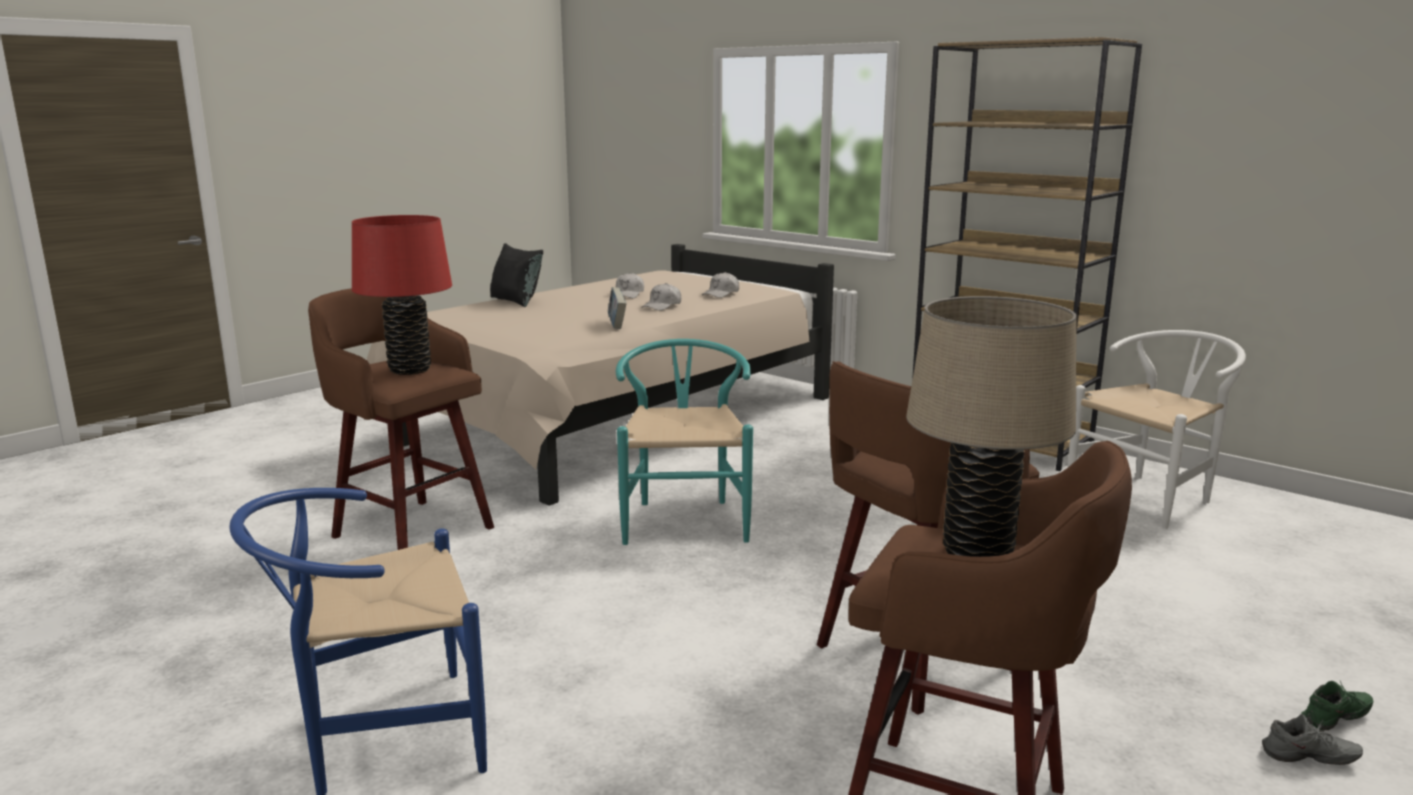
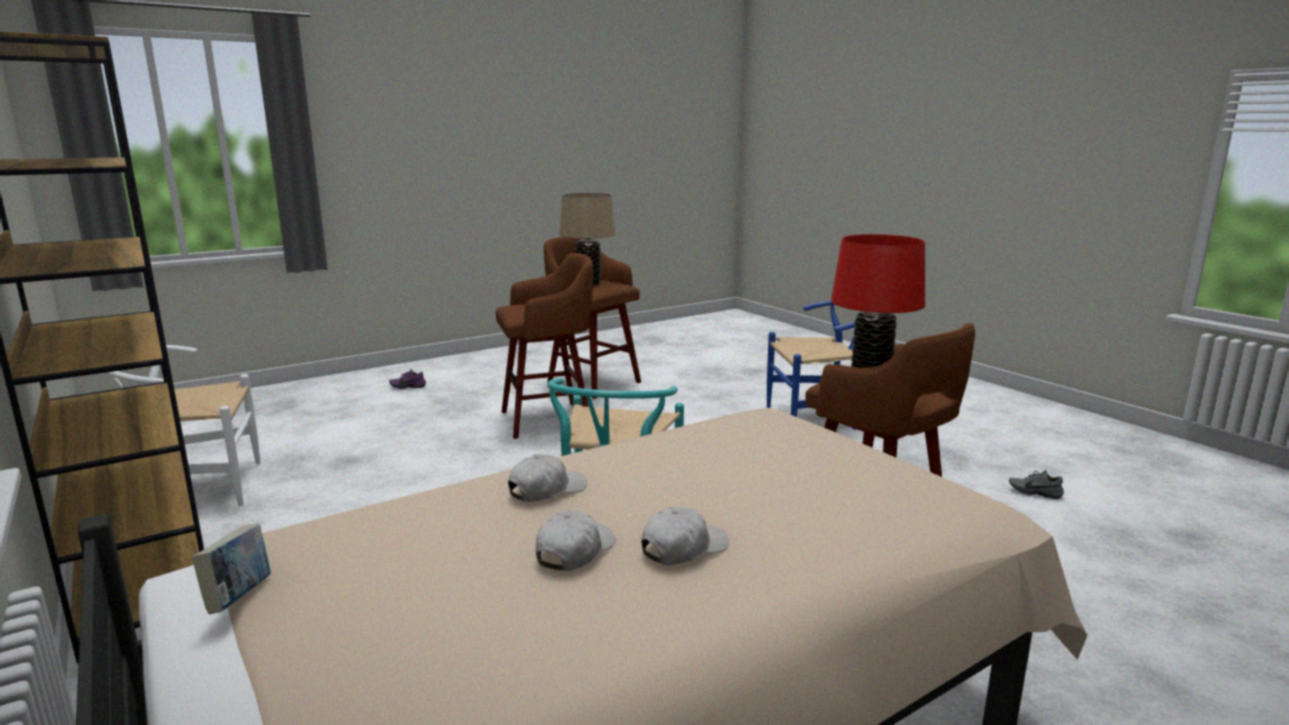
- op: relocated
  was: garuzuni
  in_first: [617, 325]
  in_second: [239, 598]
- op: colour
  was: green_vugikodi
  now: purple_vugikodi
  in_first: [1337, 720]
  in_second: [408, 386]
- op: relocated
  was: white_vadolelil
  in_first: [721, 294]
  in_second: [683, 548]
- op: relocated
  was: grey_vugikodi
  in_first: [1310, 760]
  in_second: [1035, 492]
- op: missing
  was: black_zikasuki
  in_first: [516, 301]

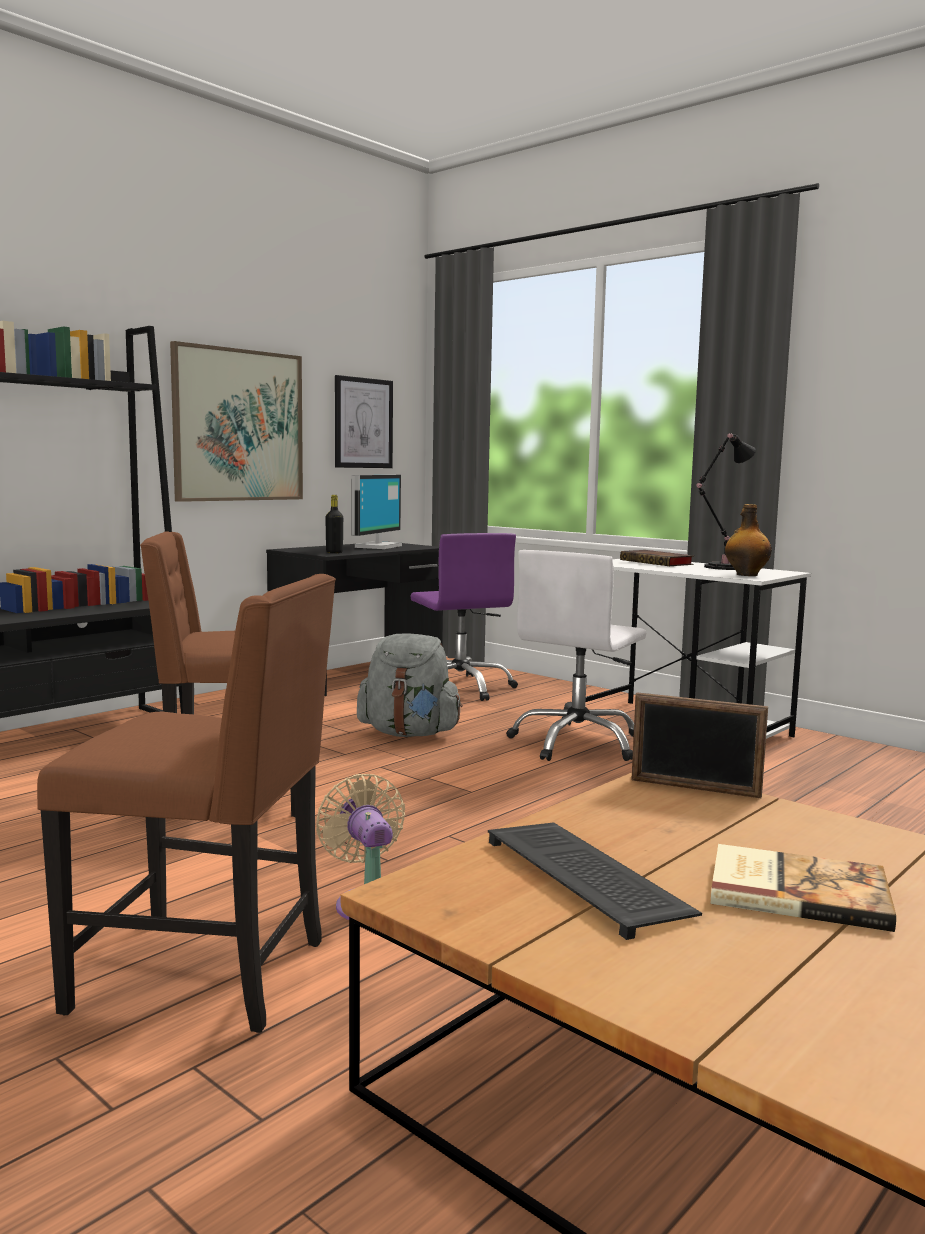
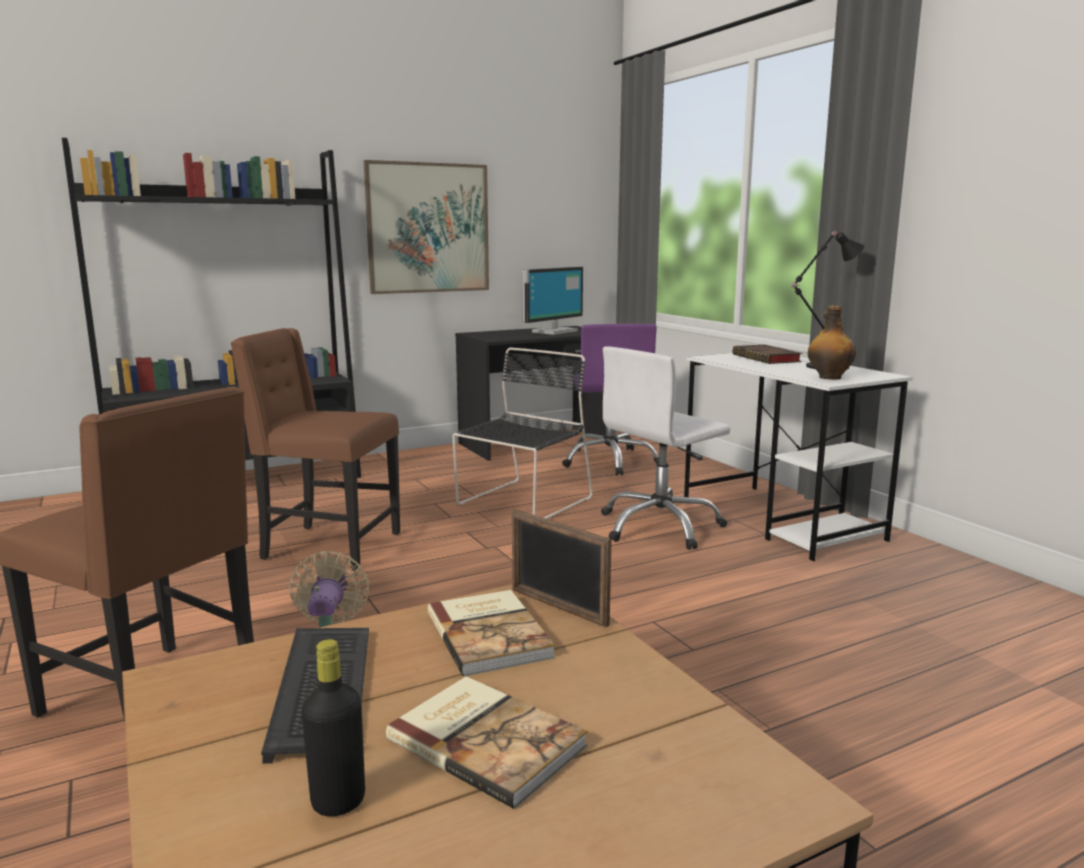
- op: relocated
  was: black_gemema
  in_first: [334, 552]
  in_second: [338, 801]
- op: appeared
  now: garuzuni
  in_second: [491, 634]
- op: exchanged
  was: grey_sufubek
  now: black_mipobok
  in_first: [409, 733]
  in_second: [522, 502]
- op: missing
  was: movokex
  in_first: [363, 423]

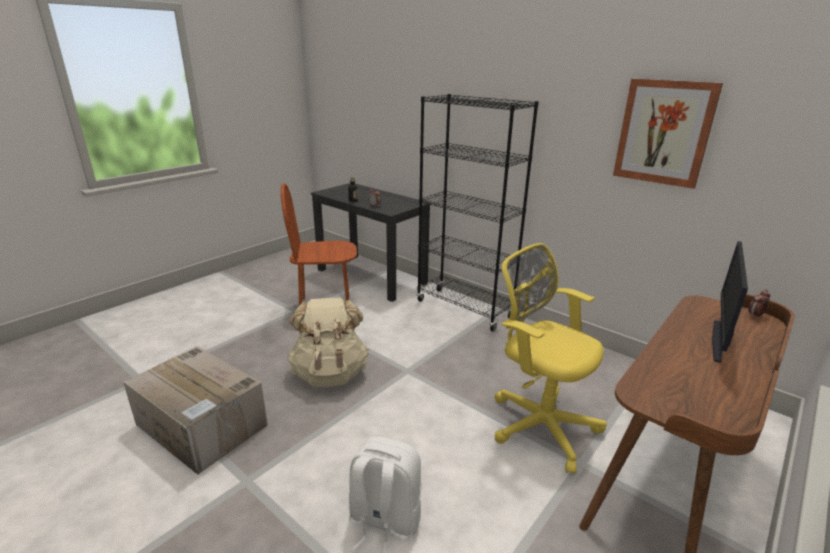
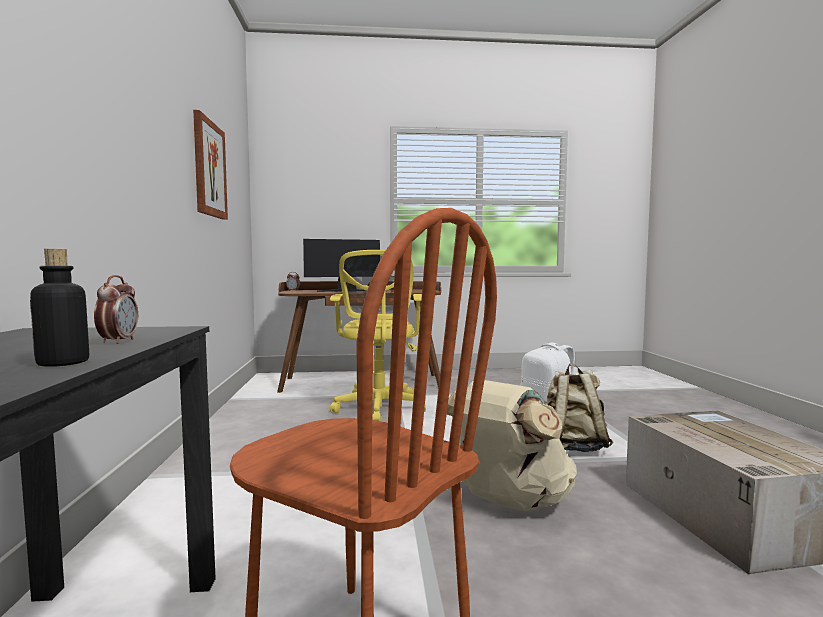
- op: appeared
  now: beige_sufubek
  in_second: [572, 447]
- op: missing
  was: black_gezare
  in_first: [464, 309]

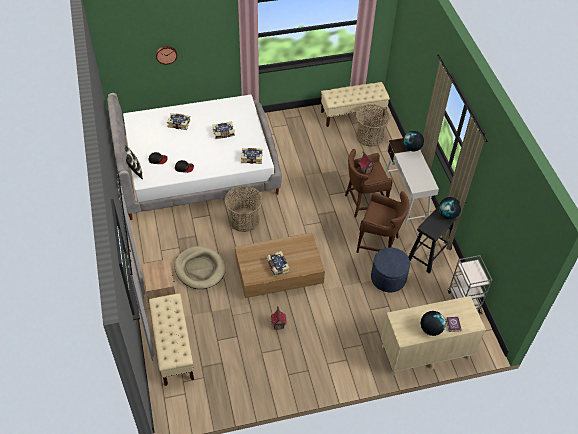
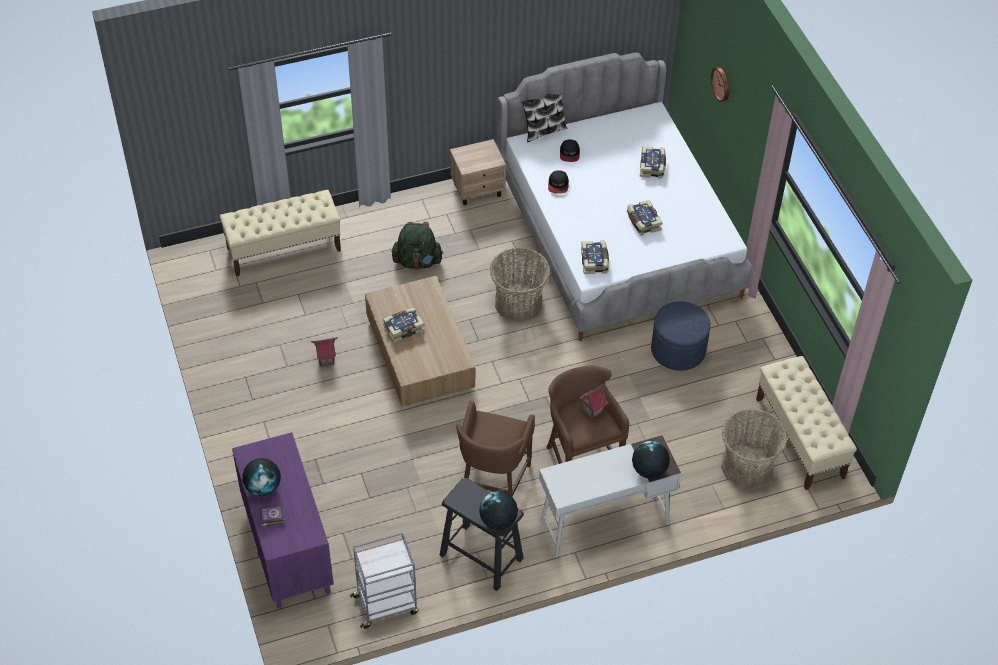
- op: colour
  was: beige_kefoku
  now: purple_kefoku
  in_first: [425, 352]
  in_second: [287, 546]
- op: exchanged
  was: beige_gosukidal
  now: green_sufubek
  in_first: [200, 269]
  in_second: [417, 261]
- op: relocated
  was: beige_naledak
  in_first: [162, 293]
  in_second: [478, 190]
- op: relocated
  was: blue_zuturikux
  in_first: [388, 278]
  in_second: [678, 350]

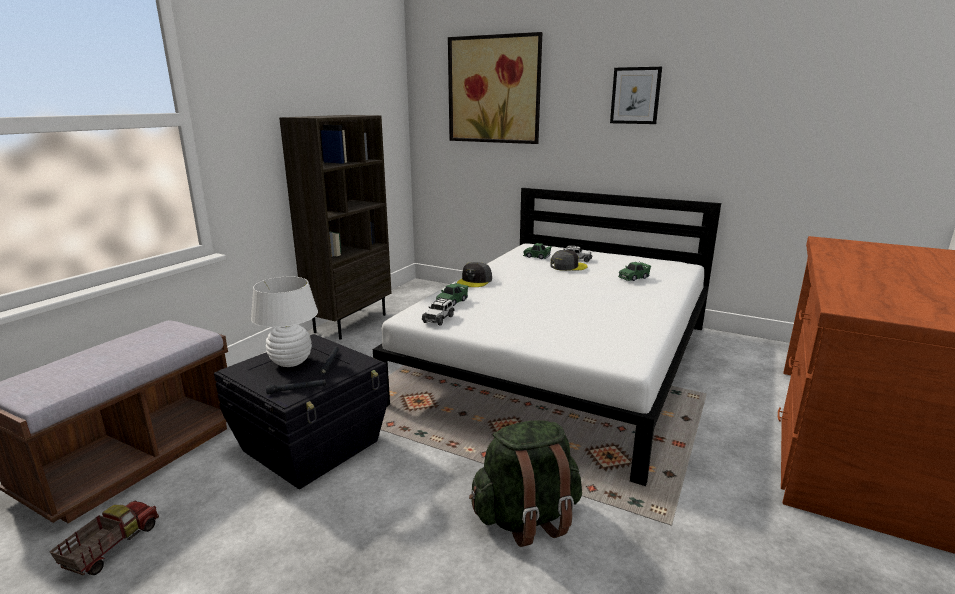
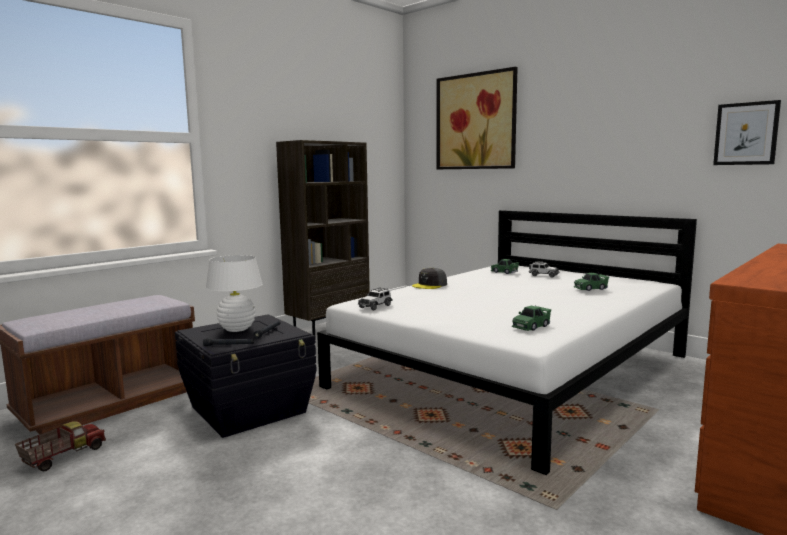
- op: relocated
  was: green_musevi
  in_first: [452, 301]
  in_second: [531, 326]
- op: relocated
  was: movokex
  in_first: [635, 95]
  in_second: [746, 134]
- op: missing
  was: green_sufubek
  in_first: [526, 518]
- op: missing
  was: grey_vadolelil
  in_first: [568, 266]

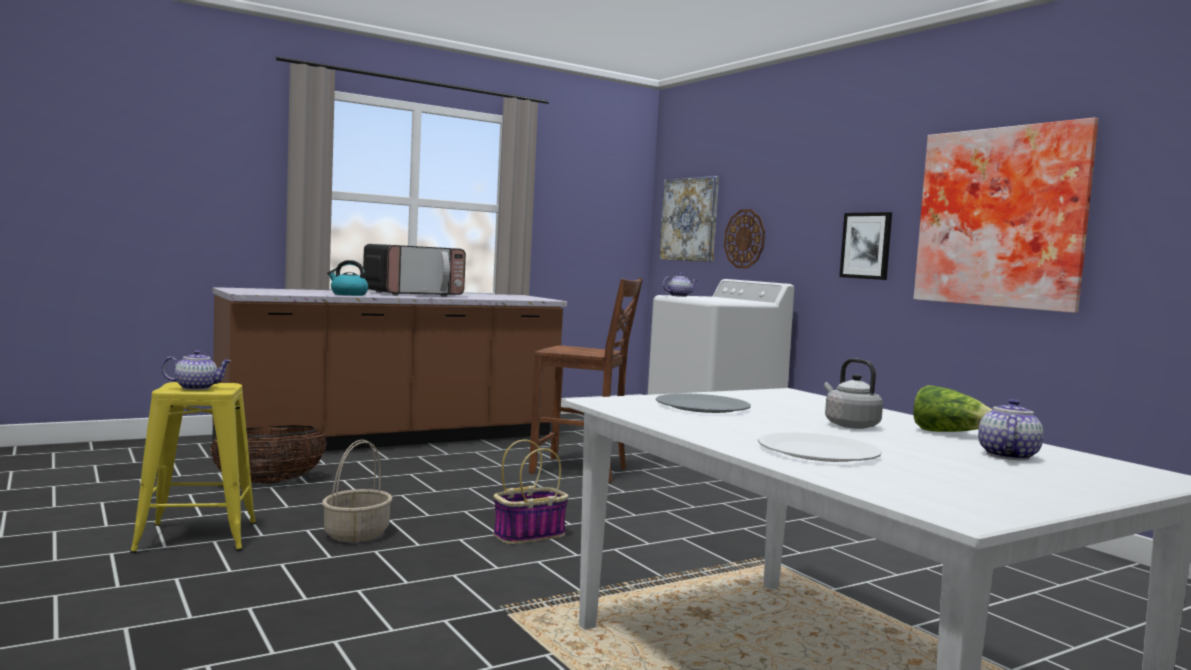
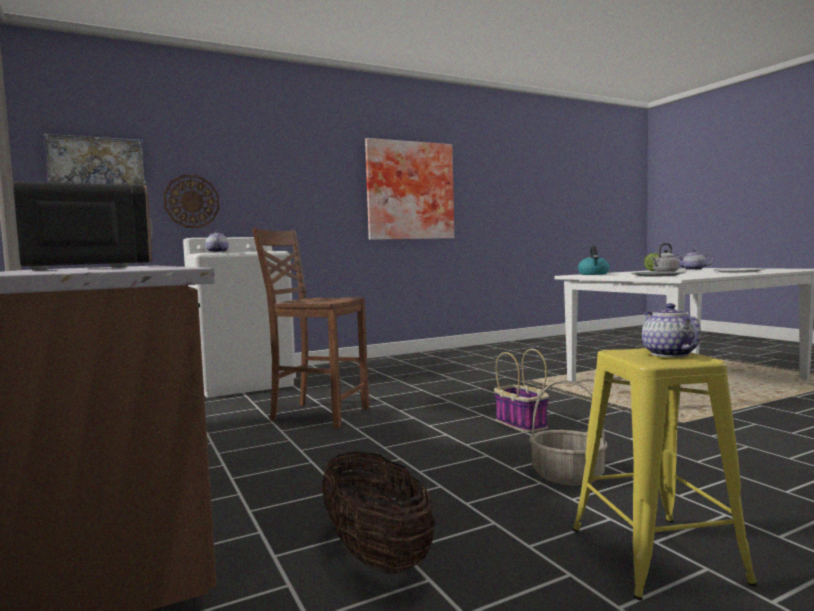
- op: spun
  was: brown_mipobok
  in_first: [581, 471]
  in_second: [318, 414]
  clockwise: -90
- op: relocated
  was: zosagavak
  in_first: [348, 294]
  in_second: [593, 274]
- op: missing
  was: movokex
  in_first: [866, 245]

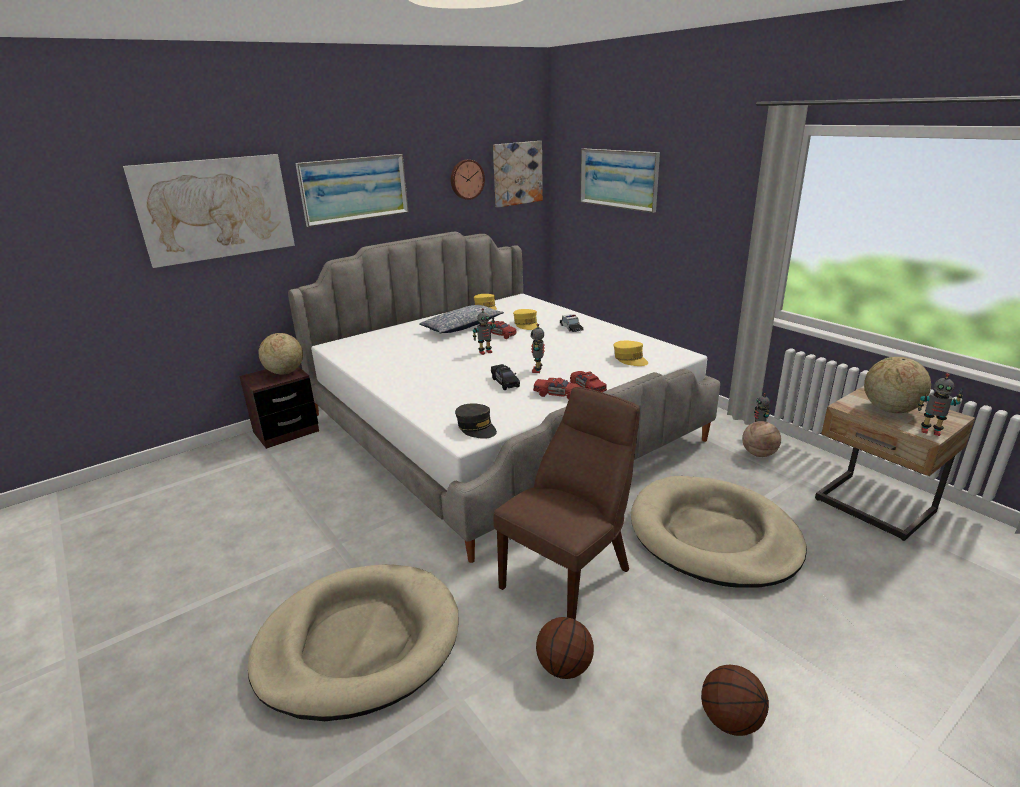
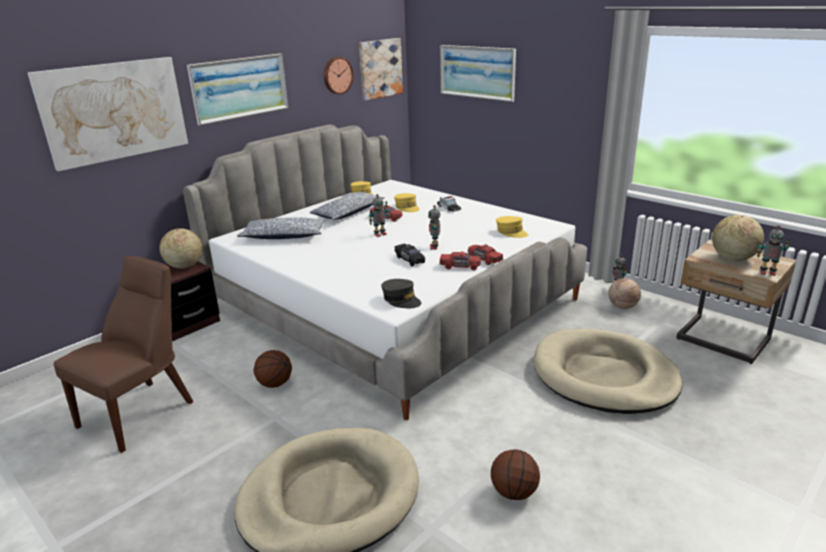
- op: relocated
  was: brown_mipobok
  in_first: [570, 575]
  in_second: [141, 412]
- op: appeared
  now: zikasuki
  in_second: [284, 236]
- op: relocated
  was: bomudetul
  in_first: [729, 720]
  in_second: [274, 384]

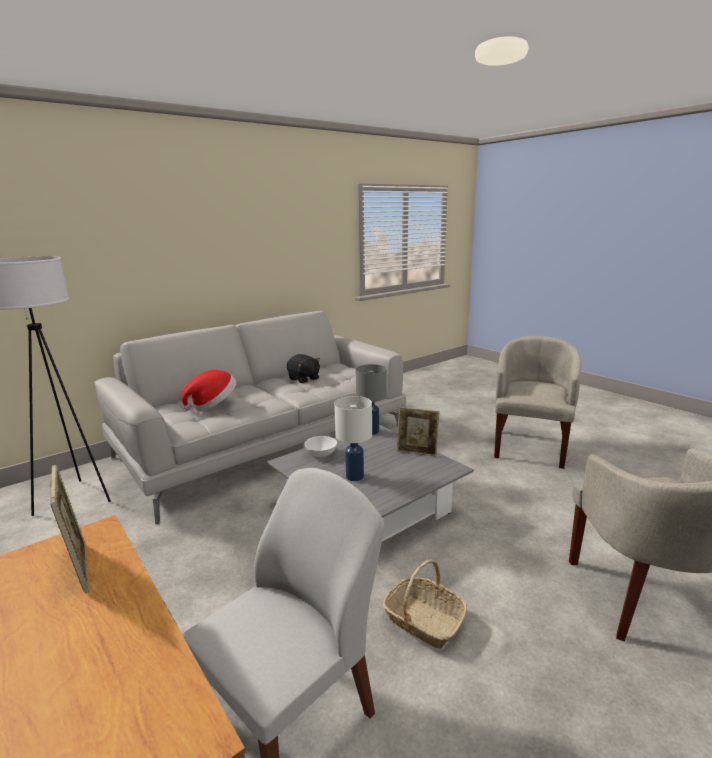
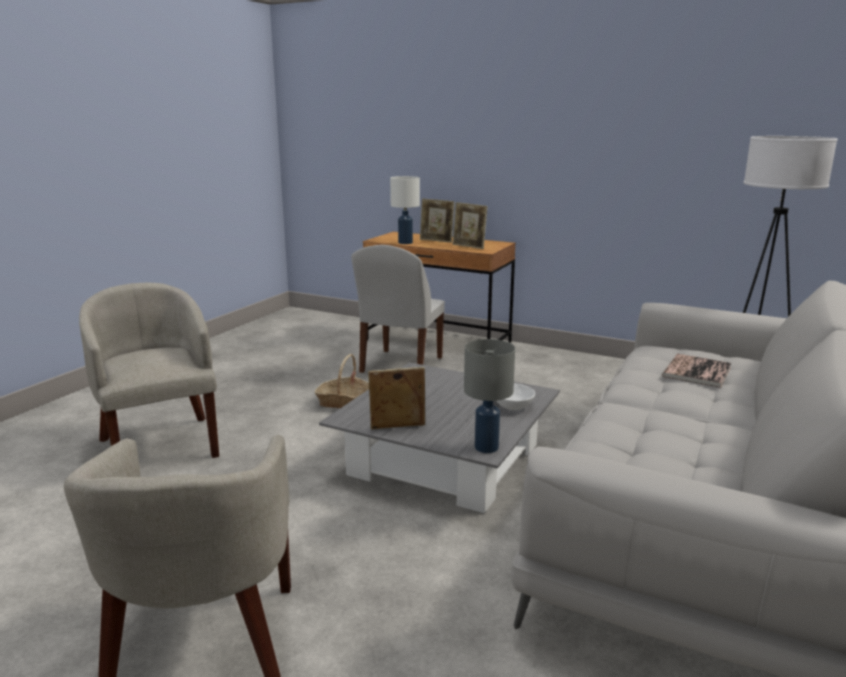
- op: relocated
  was: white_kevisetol
  in_first: [354, 476]
  in_second: [405, 242]
- op: appeared
  now: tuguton
  in_second: [436, 241]
- op: exchanged
  was: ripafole
  now: garuzuni
  in_first: [213, 405]
  in_second: [697, 371]
- op: missing
  was: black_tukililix
  in_first: [304, 379]

